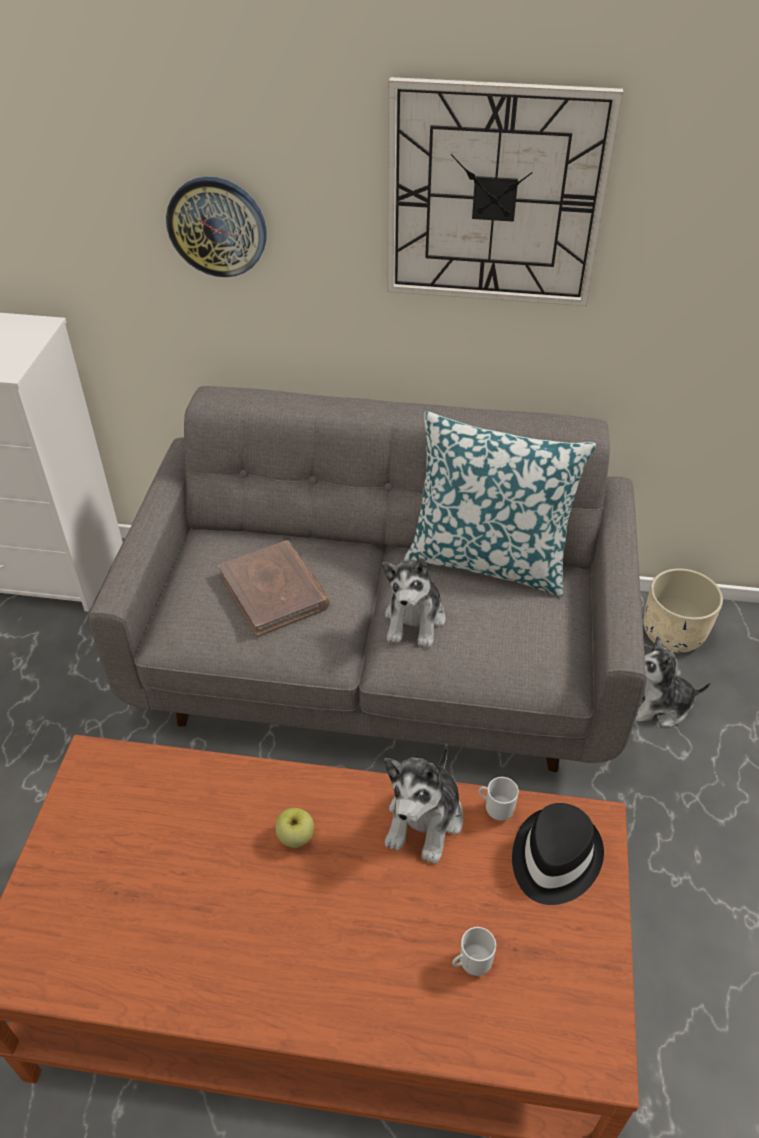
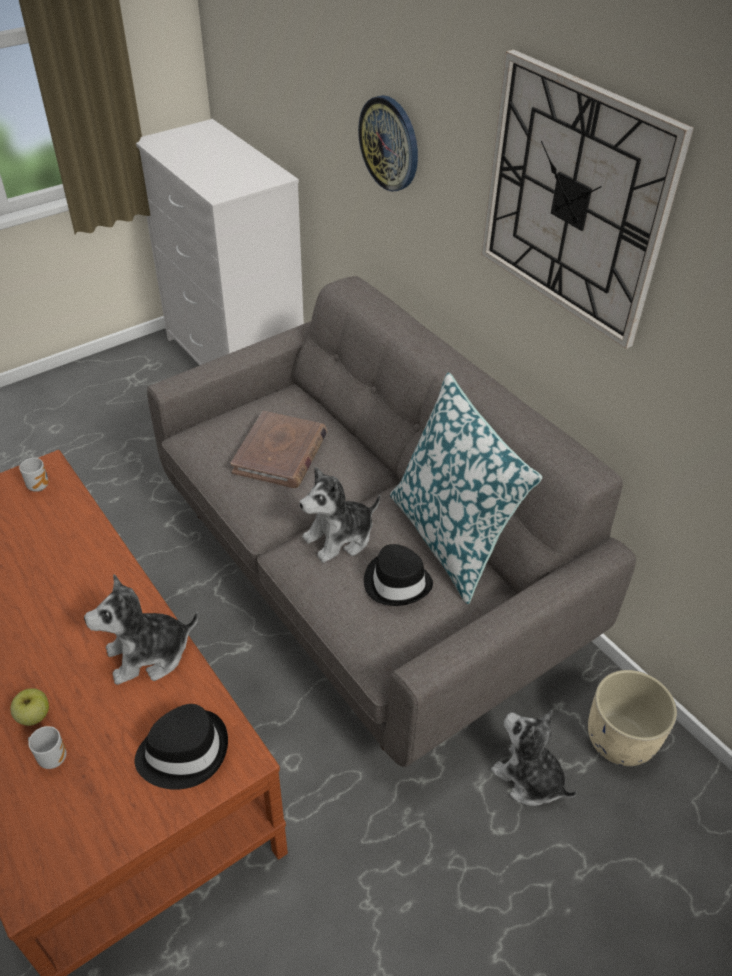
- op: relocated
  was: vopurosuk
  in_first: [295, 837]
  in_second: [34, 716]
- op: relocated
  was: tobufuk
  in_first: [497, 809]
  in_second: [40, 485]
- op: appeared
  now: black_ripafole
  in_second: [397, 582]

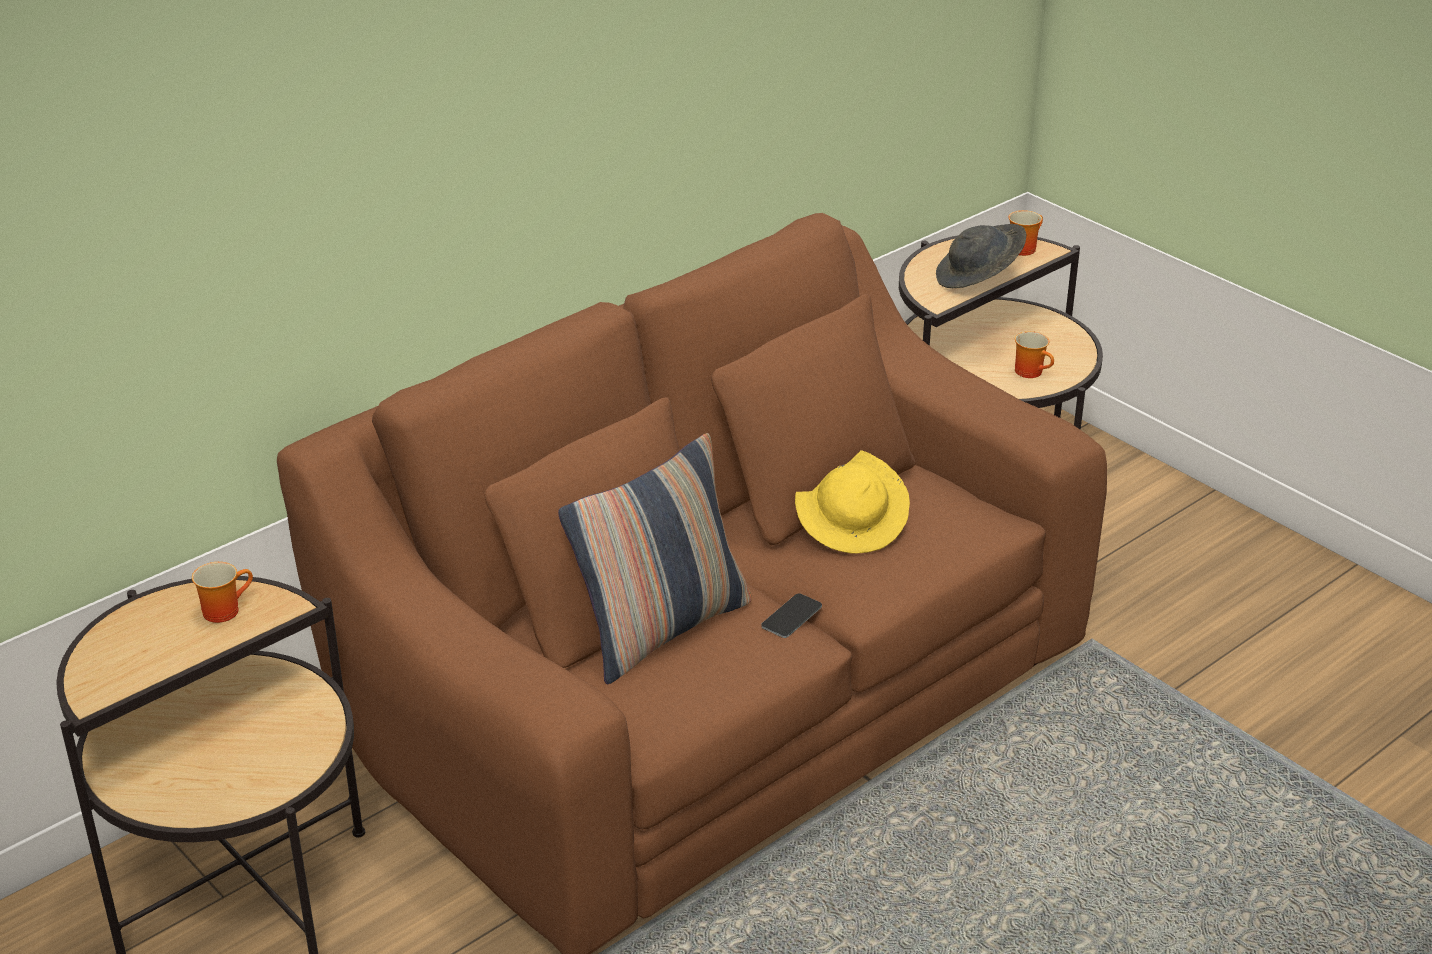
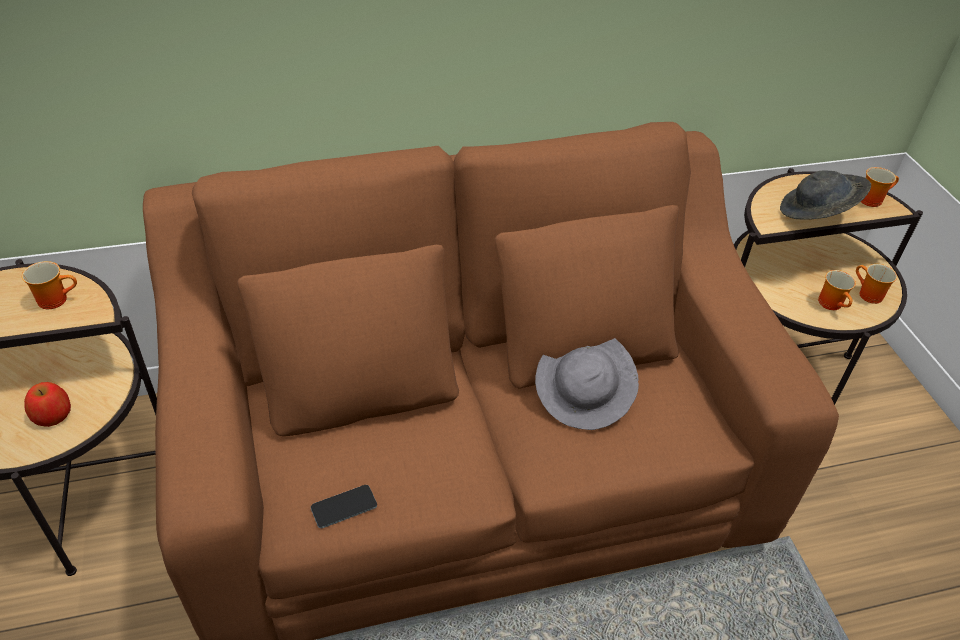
- op: appeared
  now: vopurosuk
  in_second: [52, 414]
- op: relocated
  was: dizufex
  in_first: [791, 616]
  in_second: [344, 506]
- op: colour
  was: yellow_ripafole
  now: grey_ripafole
  in_first: [852, 524]
  in_second: [584, 396]
- op: appeared
  now: tobufuk
  in_second: [867, 295]
- op: missing
  was: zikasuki
  in_first: [661, 629]

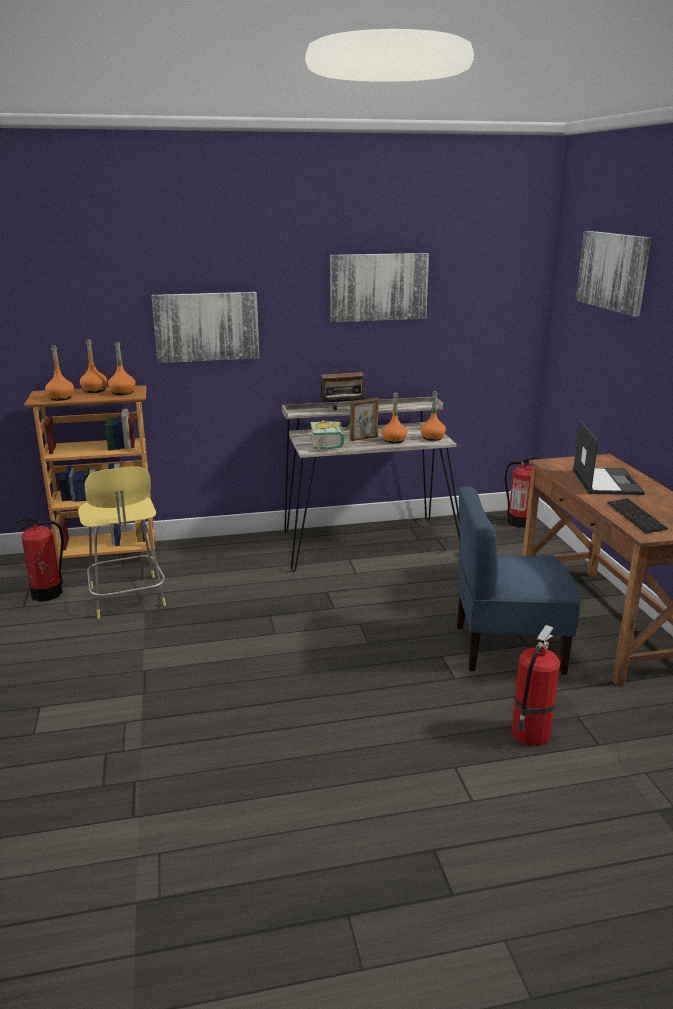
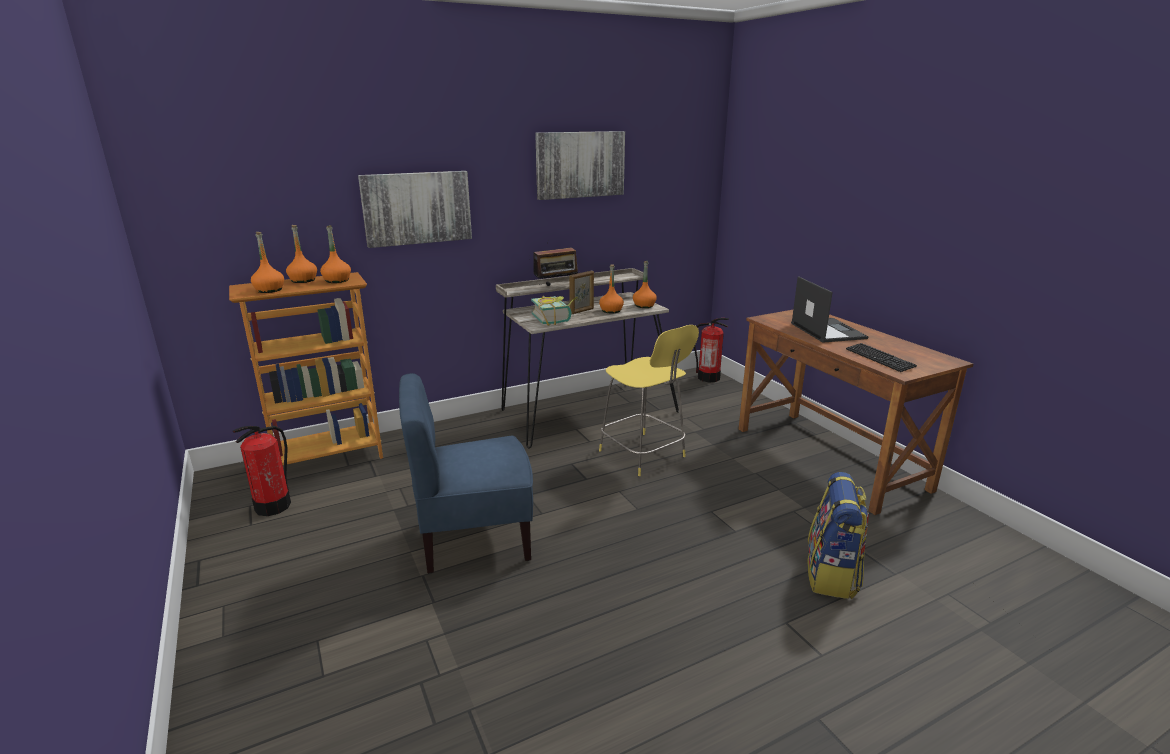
- op: relocated
  was: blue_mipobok
  in_first: [507, 648]
  in_second: [474, 539]
- op: relocated
  was: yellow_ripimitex
  in_first: [127, 598]
  in_second: [644, 455]
- op: exchanged
  was: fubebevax
  now: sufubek
  in_first: [530, 734]
  in_second: [832, 575]
- op: missing
  was: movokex
  in_first: [613, 271]

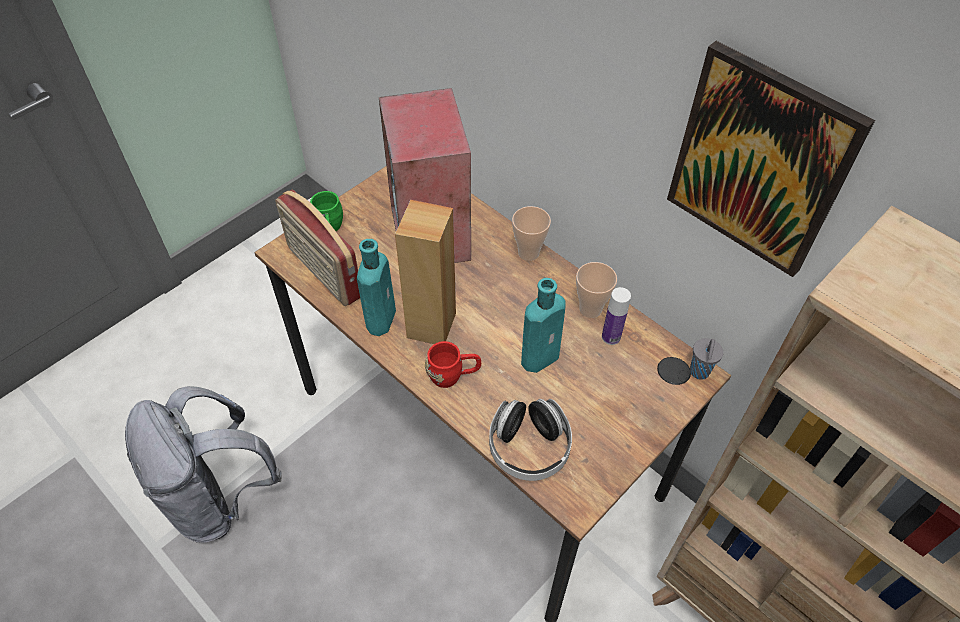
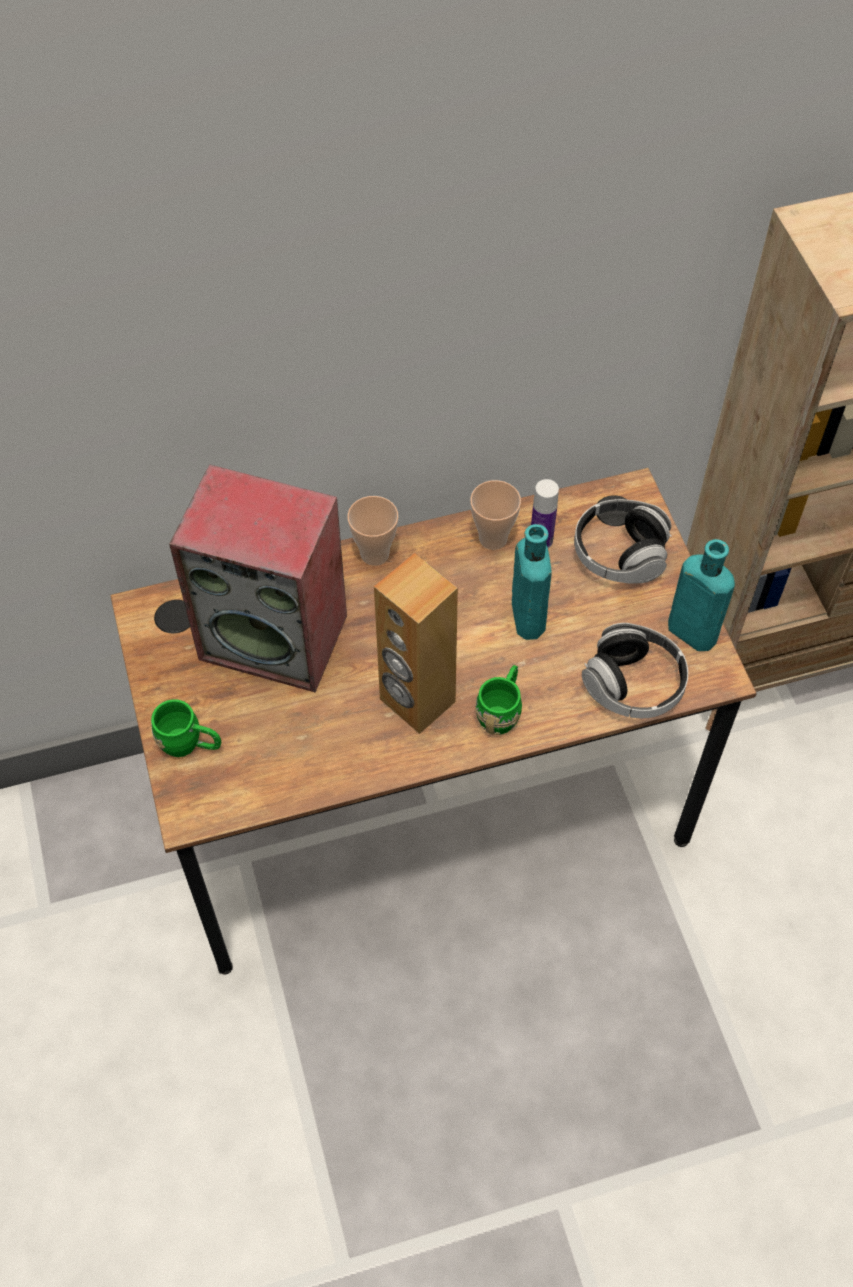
- op: colour
  was: red_tobufuk
  now: green_tobufuk
  in_first: [453, 375]
  in_second: [501, 711]
- op: appeared
  now: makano
  in_second: [619, 554]
- op: relocated
  was: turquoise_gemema
  in_first: [381, 317]
  in_second: [688, 630]
- op: missing
  was: grey_sufubek
  in_first: [219, 497]
- op: missing
  was: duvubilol
  in_first: [323, 273]
- op: missing
  was: movokex
  in_first: [760, 162]
- op: missing
  was: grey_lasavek
  in_first: [699, 372]

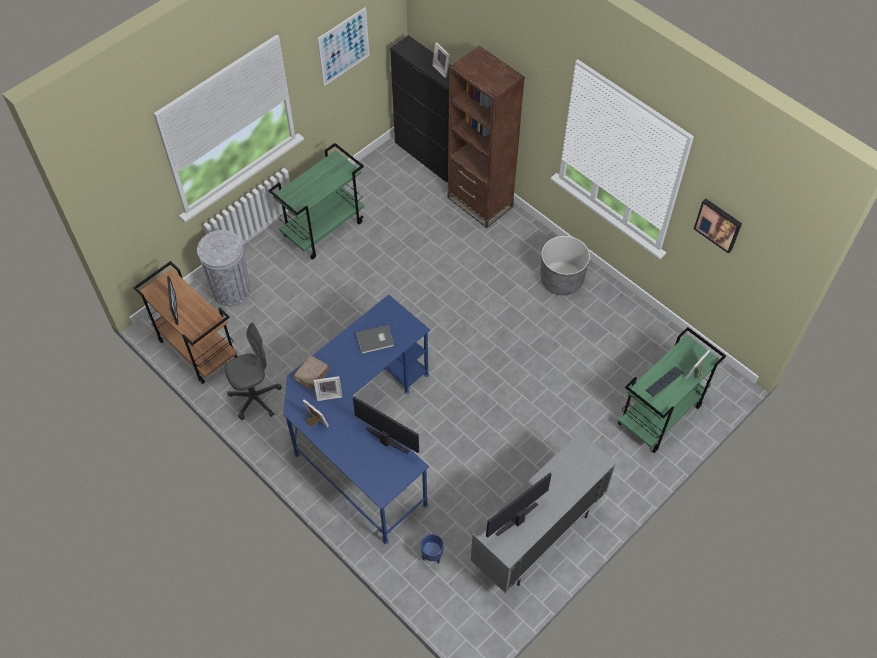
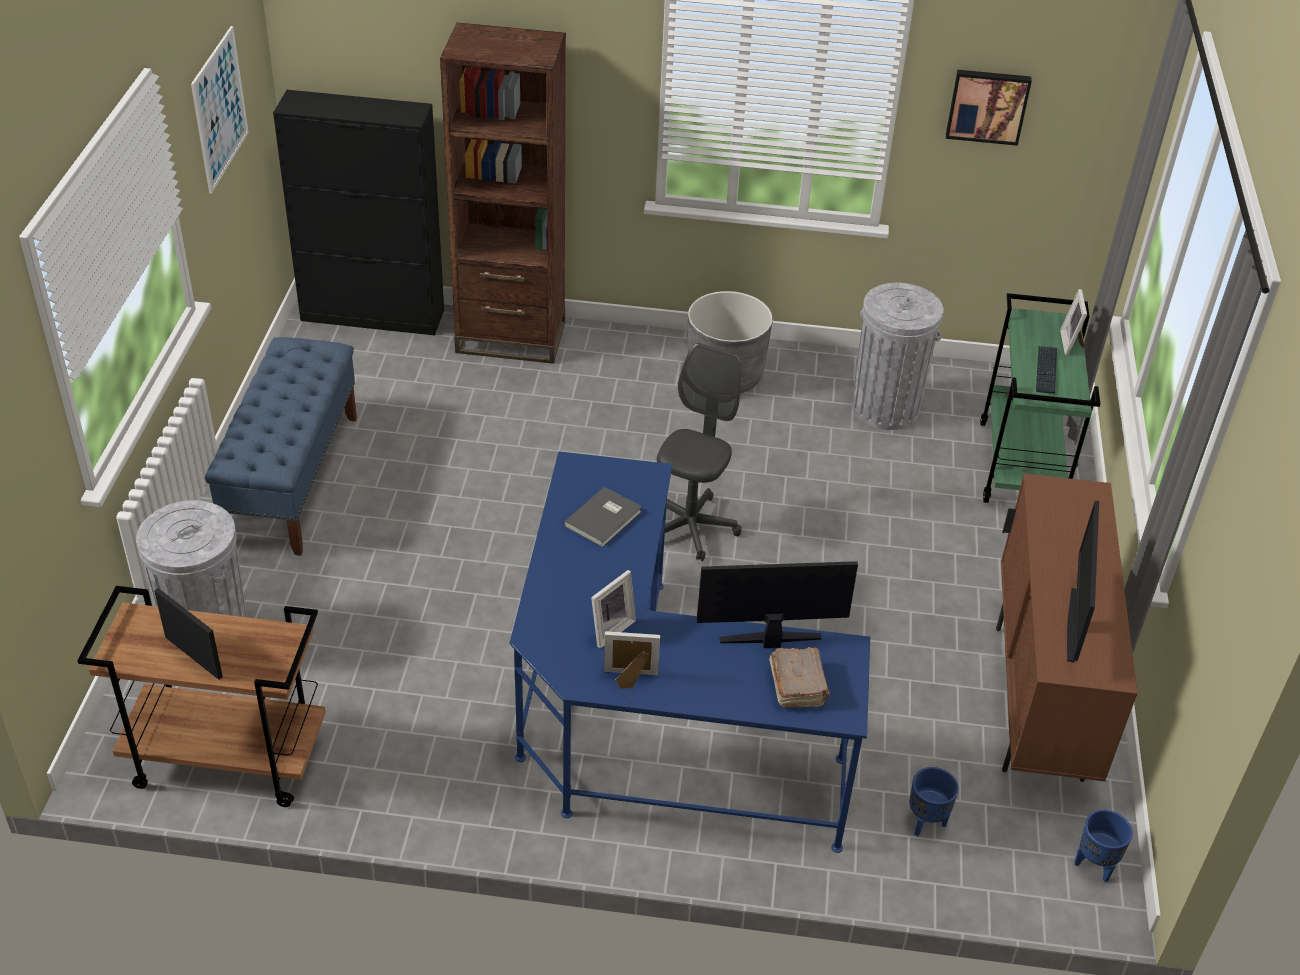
- op: exchanged
  was: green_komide
  now: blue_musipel
  in_first: [324, 228]
  in_second: [293, 478]
- op: relocated
  was: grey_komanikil
  in_first: [255, 398]
  in_second: [690, 528]
- op: relocated
  was: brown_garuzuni
  in_first: [312, 375]
  in_second: [798, 685]
- op: appeared
  now: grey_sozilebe
  in_second: [885, 408]
- op: colour
  was: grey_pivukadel
  now: brown_pivukadel
  in_first: [537, 537]
  in_second: [1038, 702]
- op: appeared
  now: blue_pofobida
  in_second: [1095, 866]
- op: missing
  was: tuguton
  in_first: [442, 69]

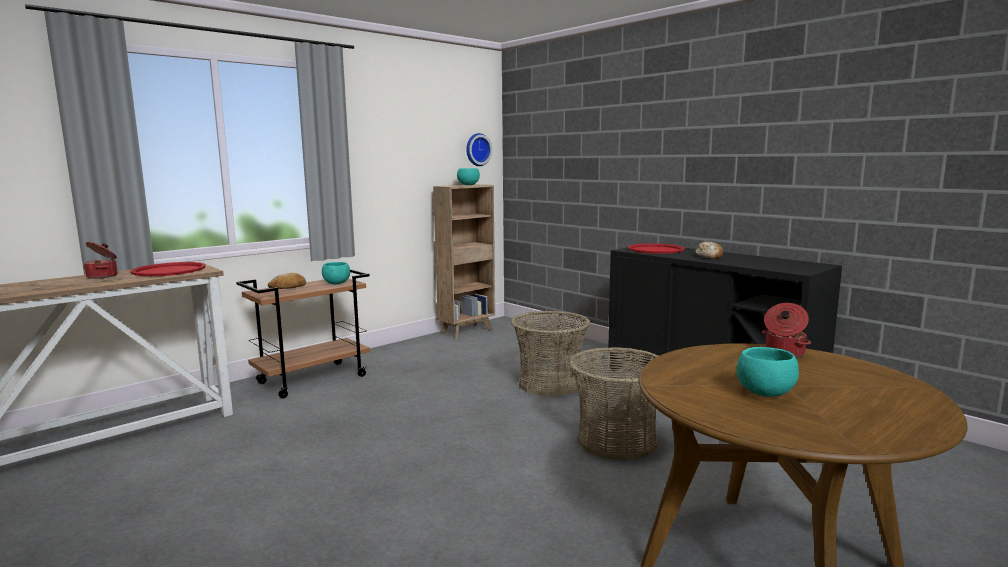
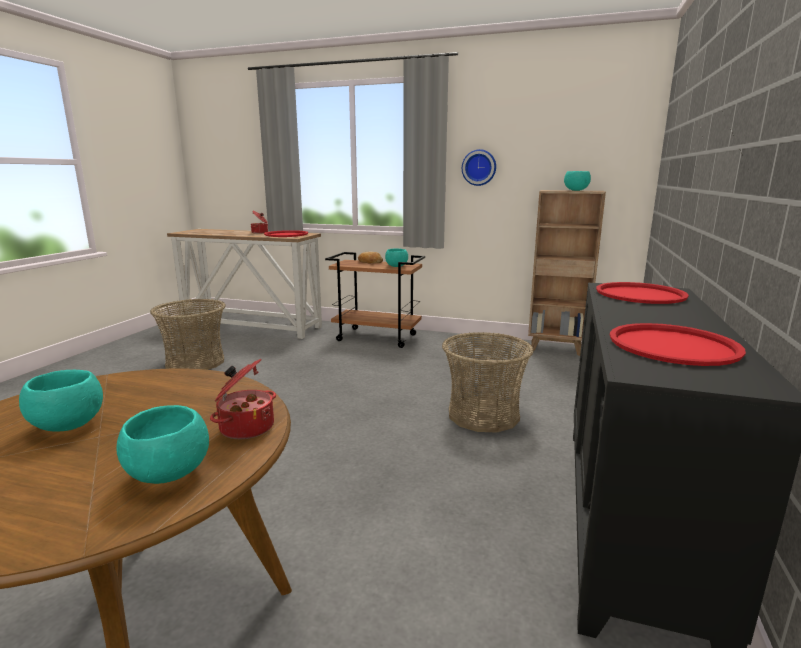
- op: appeared
  now: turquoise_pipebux
  in_second: [168, 475]
- op: relocated
  was: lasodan
  in_first: [616, 440]
  in_second: [195, 362]
- op: relocated
  was: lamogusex
  in_first: [477, 149]
  in_second: [479, 167]
- op: appeared
  now: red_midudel
  in_second: [673, 345]
- op: missing
  was: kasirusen
  in_first: [709, 256]

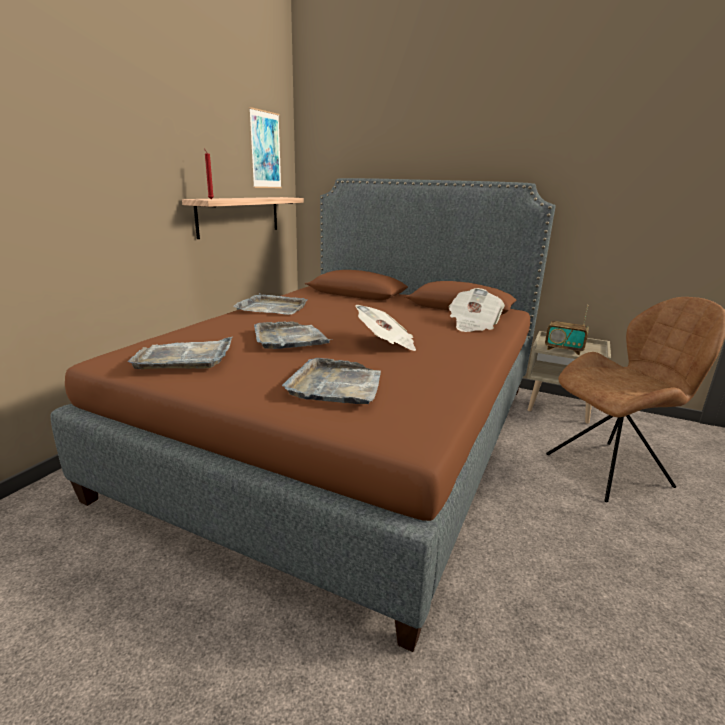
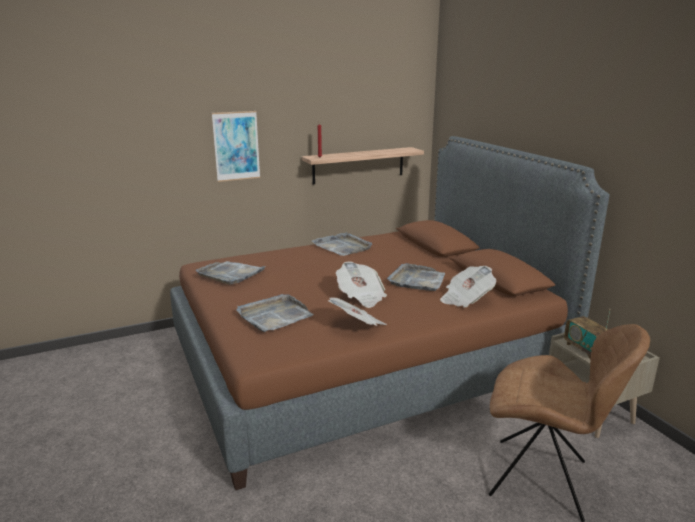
- op: relocated
  was: movokex
  in_first: [265, 150]
  in_second: [236, 146]
- op: appeared
  now: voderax
  in_second: [357, 326]
- op: relocated
  was: grey_midudel
  in_first: [290, 338]
  in_second: [417, 280]

